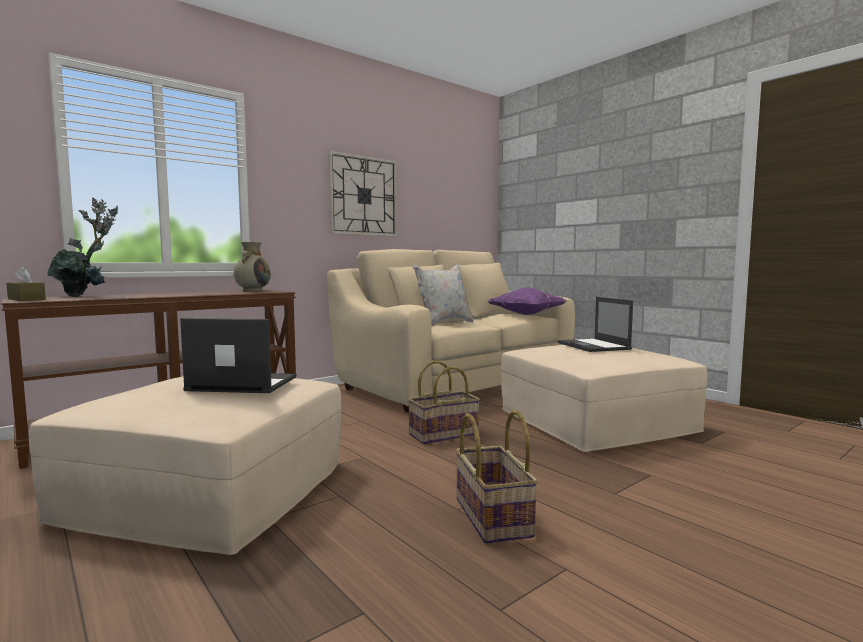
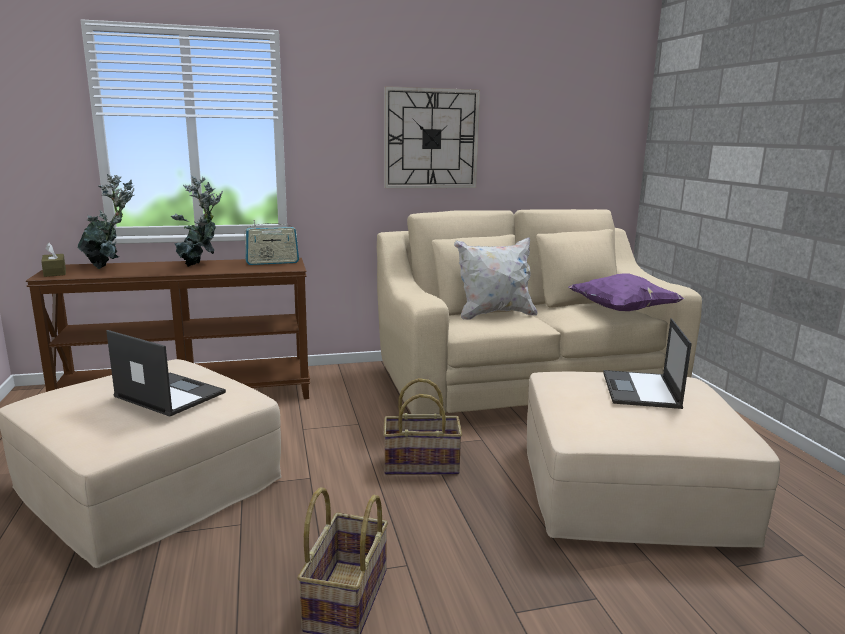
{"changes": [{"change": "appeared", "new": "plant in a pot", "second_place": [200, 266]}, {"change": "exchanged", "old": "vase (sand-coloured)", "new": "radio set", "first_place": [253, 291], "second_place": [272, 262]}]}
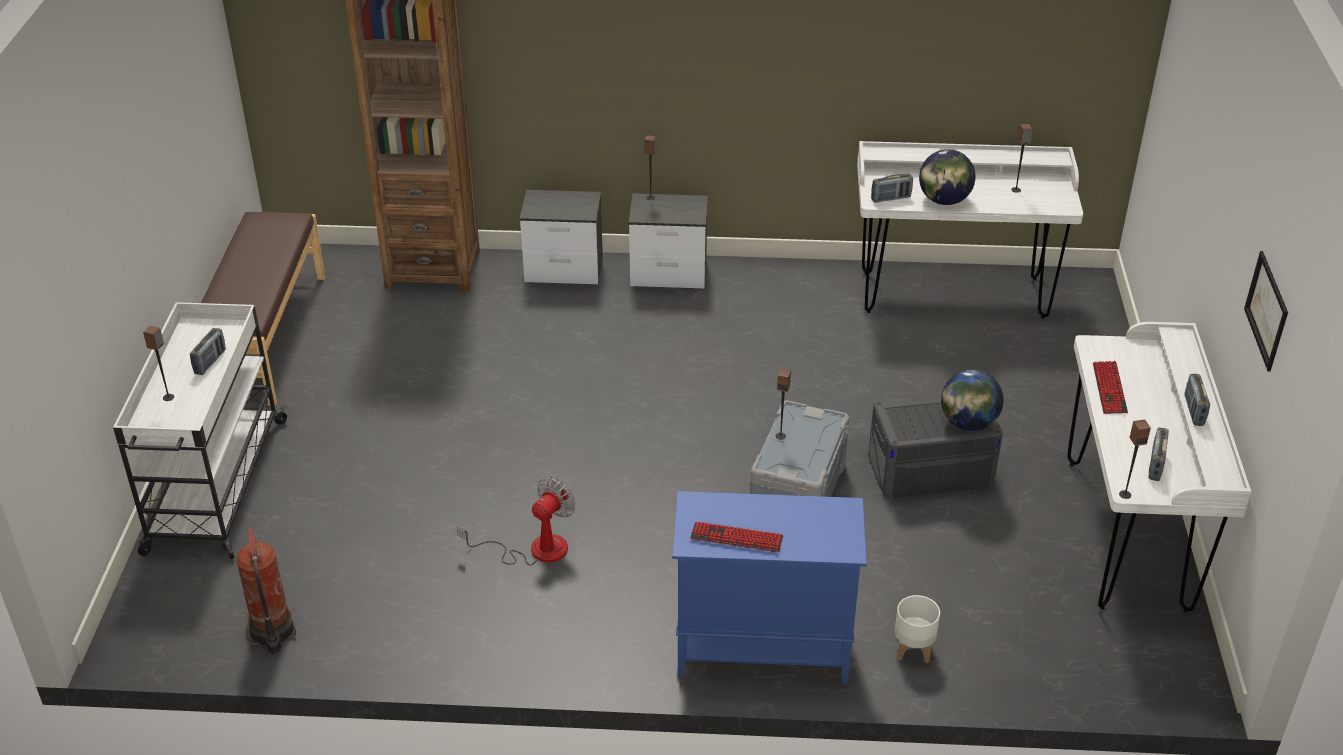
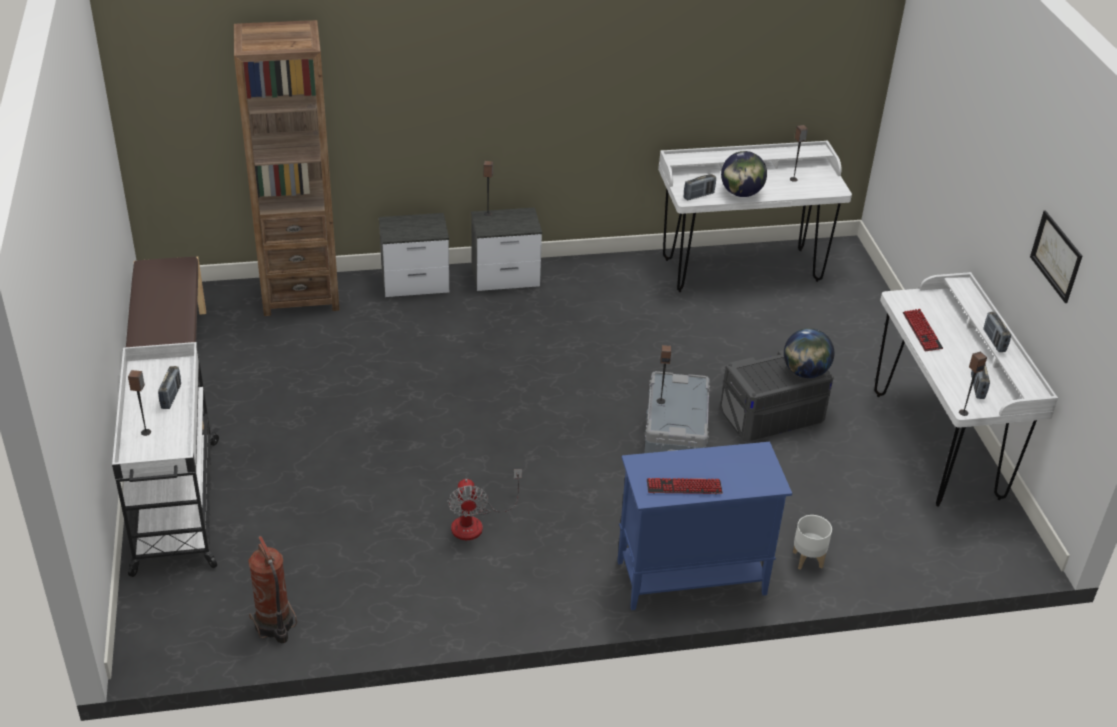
{"changes": [{"change": "spun", "old": "electric fan", "first_place": [534, 549], "second_place": [476, 522], "degrees": 150}]}
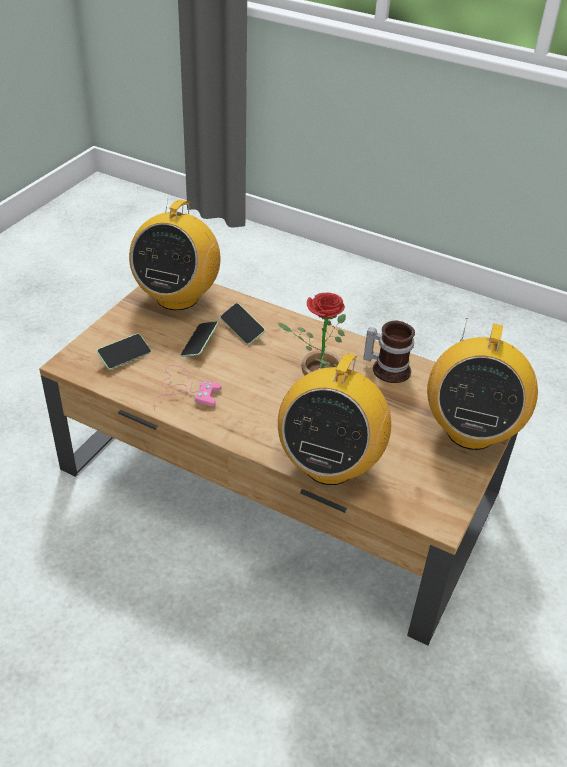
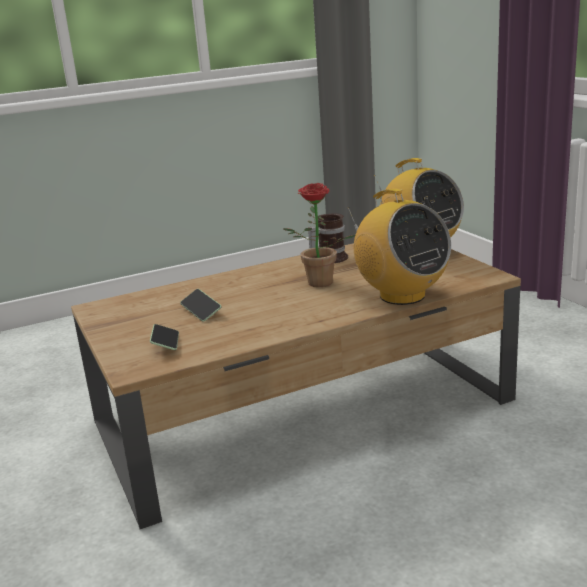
{"changes": [{"change": "missing", "old": "radio set", "first_place": [177, 297]}, {"change": "missing", "old": "game controller (pink-coloured)", "first_place": [185, 389]}, {"change": "missing", "old": "phone", "first_place": [242, 329]}]}
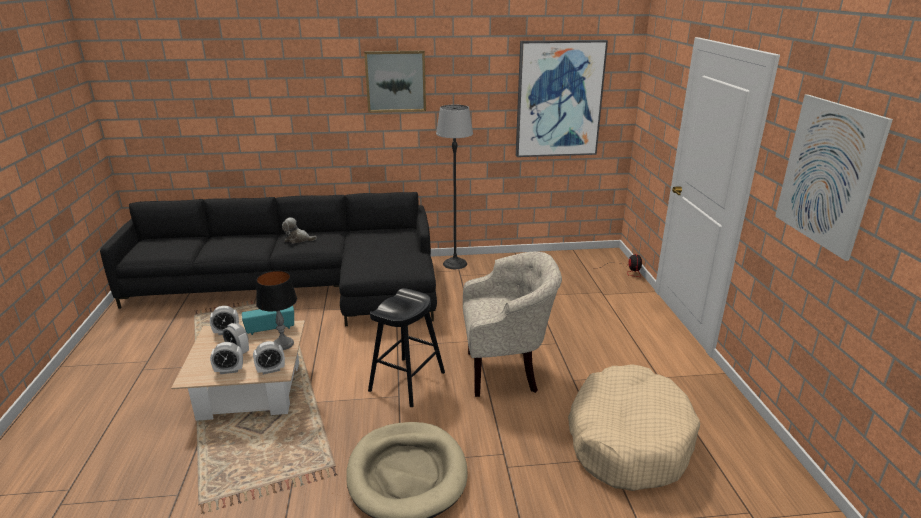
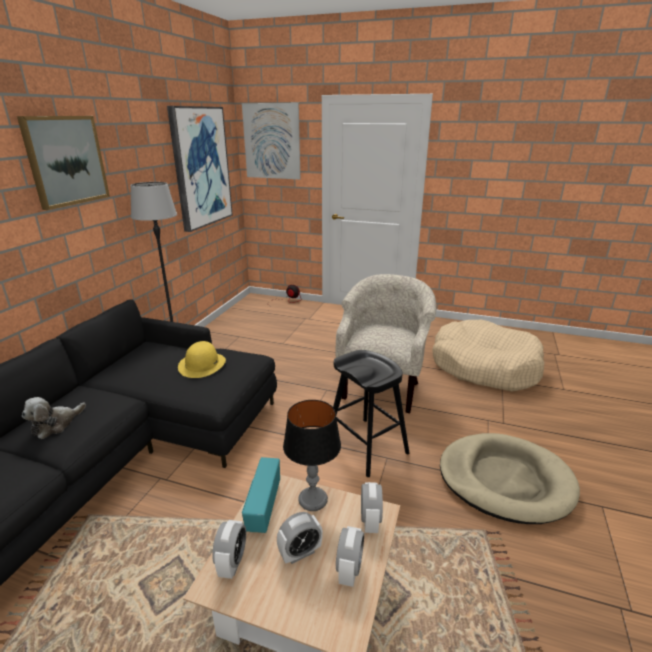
{"changes": [{"change": "appeared", "new": "clothing hat (yellow-coloured)", "second_place": [202, 364]}, {"change": "relocated", "old": "picture", "first_place": [827, 174], "second_place": [272, 141]}]}
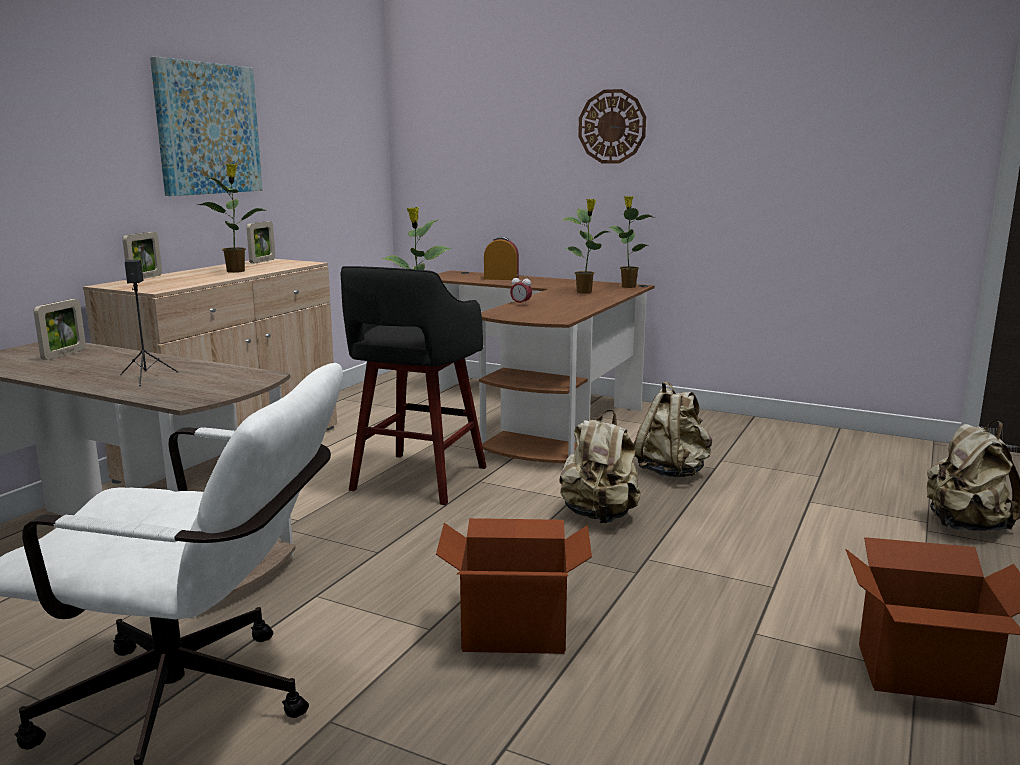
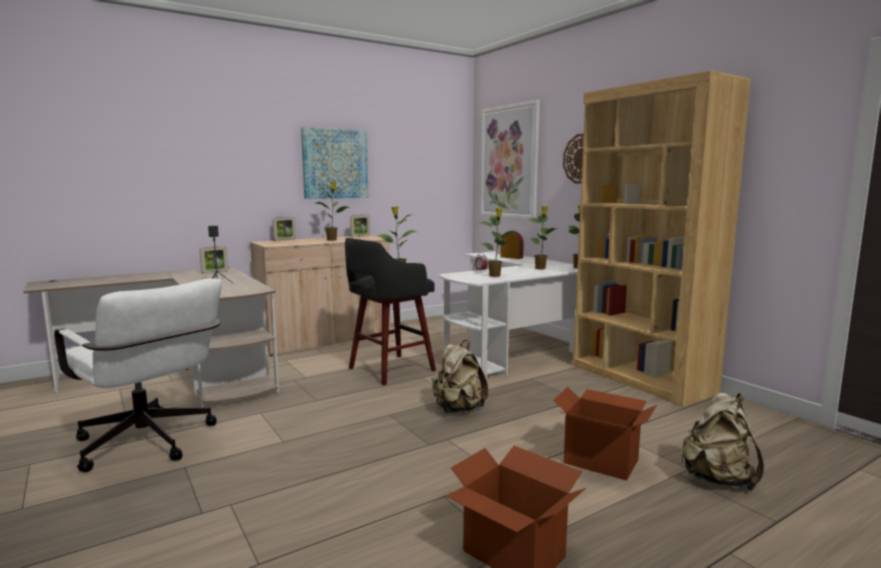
{"changes": [{"change": "missing", "old": "rucksack (sand-coloured)", "first_place": [672, 472]}, {"change": "appeared", "new": "plant in a pot", "second_place": [495, 276]}, {"change": "appeared", "new": "picture", "second_place": [509, 162]}, {"change": "appeared", "new": "bookshelf (brown-coloured)", "second_place": [641, 379]}, {"change": "relocated", "old": "carton", "first_place": [514, 631], "second_place": [601, 461]}, {"change": "colour", "old": "desk (brown-coloured)", "new": "desk (white-coloured)", "first_place": [541, 415], "second_place": [514, 348]}]}
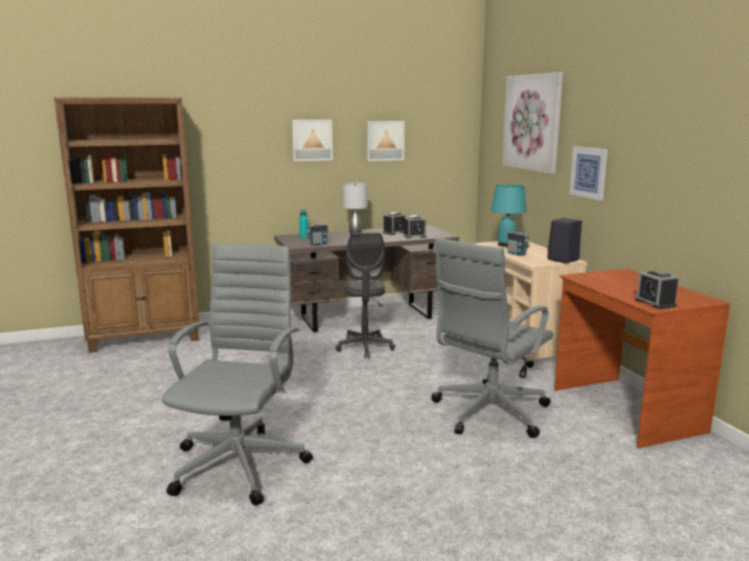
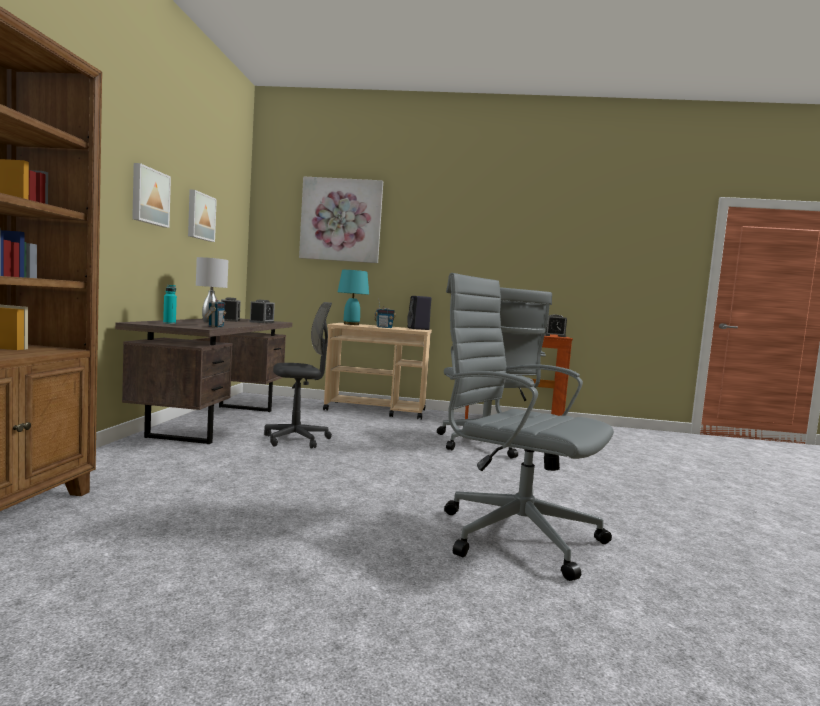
{"changes": [{"change": "missing", "old": "picture", "first_place": [589, 172]}, {"change": "spun", "old": "desk chair (greyish)", "first_place": [365, 347], "second_place": [296, 440], "degrees": -45}]}
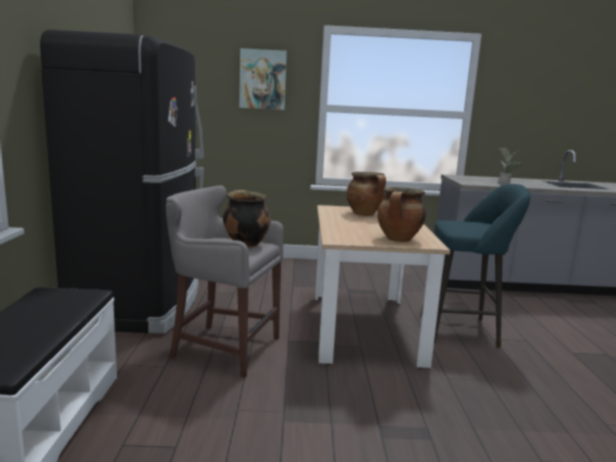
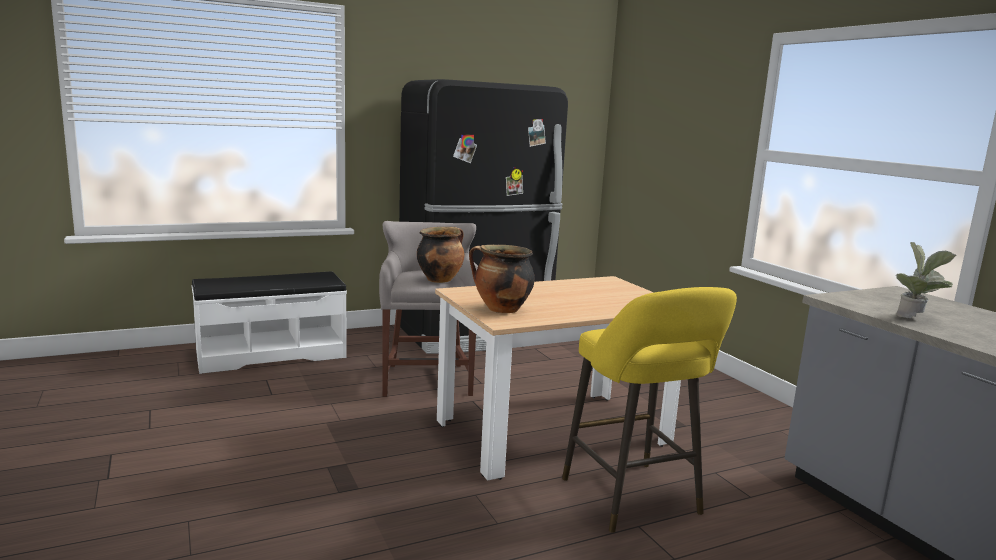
{"changes": [{"change": "missing", "old": "picture", "first_place": [262, 79]}, {"change": "missing", "old": "cooking pot", "first_place": [365, 214]}, {"change": "colour", "old": "stool (blue-green)", "new": "stool (yellow-coloured)", "first_place": [463, 331], "second_place": [634, 500]}]}
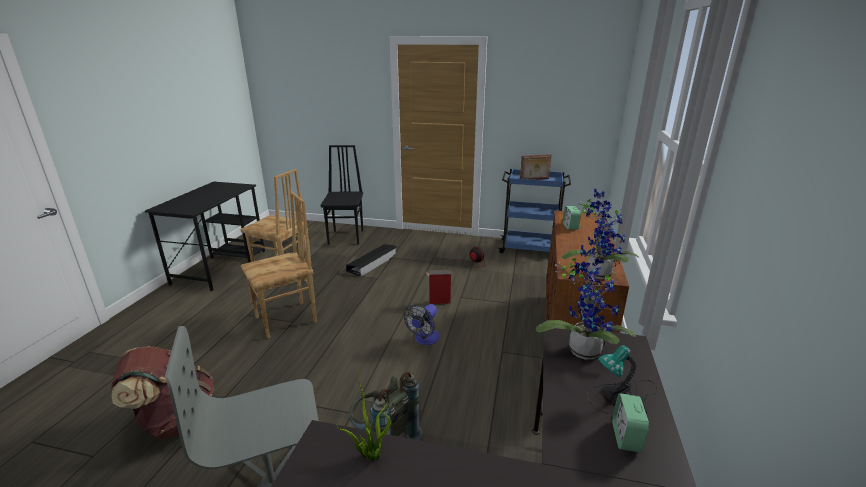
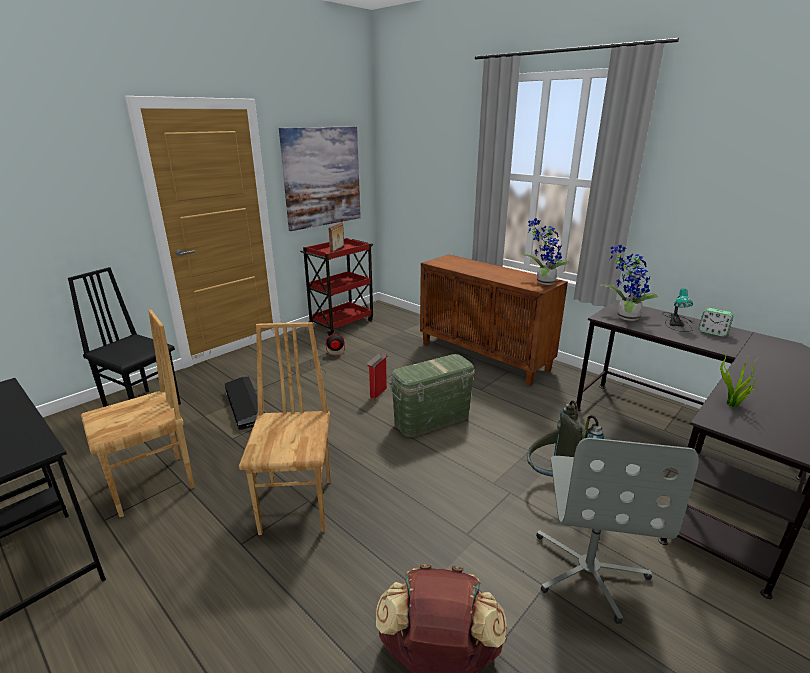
{"changes": [{"change": "missing", "old": "bedside clock", "first_place": [570, 227]}, {"change": "appeared", "new": "picture", "second_place": [322, 177]}, {"change": "exchanged", "old": "electric fan", "new": "storage container (greenish)", "first_place": [424, 340], "second_place": [432, 419]}, {"change": "colour", "old": "wheeled cart (blue-coloured)", "new": "wheeled cart (red-coloured)", "first_place": [529, 248], "second_place": [342, 323]}]}
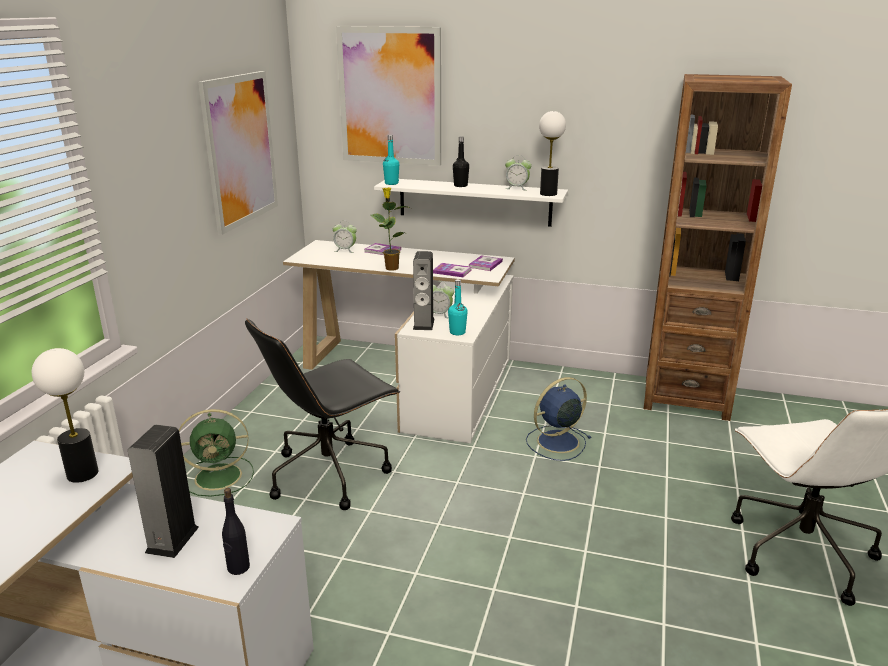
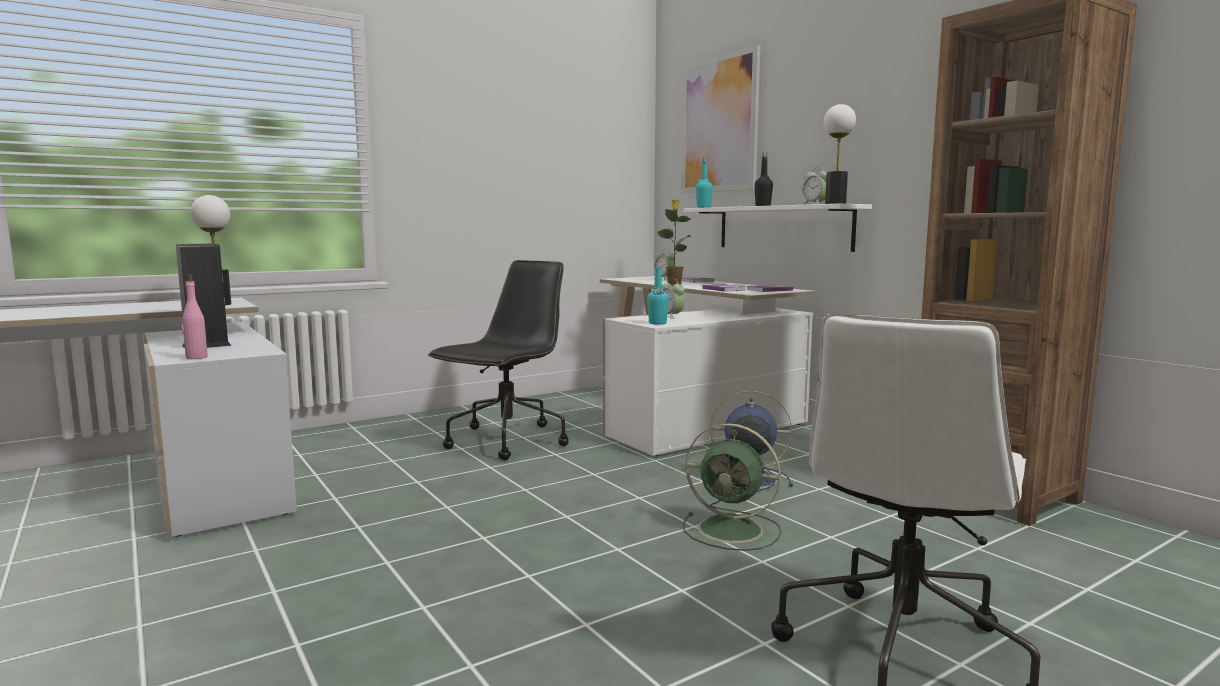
{"changes": [{"change": "missing", "old": "picture", "first_place": [240, 150]}, {"change": "missing", "old": "audio speaker", "first_place": [423, 324]}, {"change": "relocated", "old": "electric fan (greenish)", "first_place": [220, 476], "second_place": [733, 530]}, {"change": "colour", "old": "drink bottle (black-coloured)", "new": "drink bottle (pink-coloured)", "first_place": [238, 567], "second_place": [196, 357]}, {"change": "spun", "old": "desk chair (black-coloured)", "first_place": [330, 473], "second_place": [506, 442], "degrees": 120}]}
